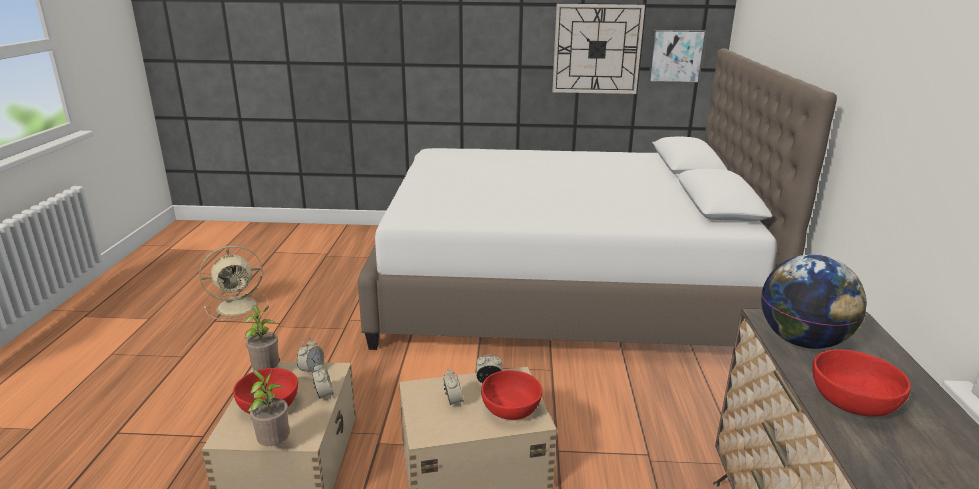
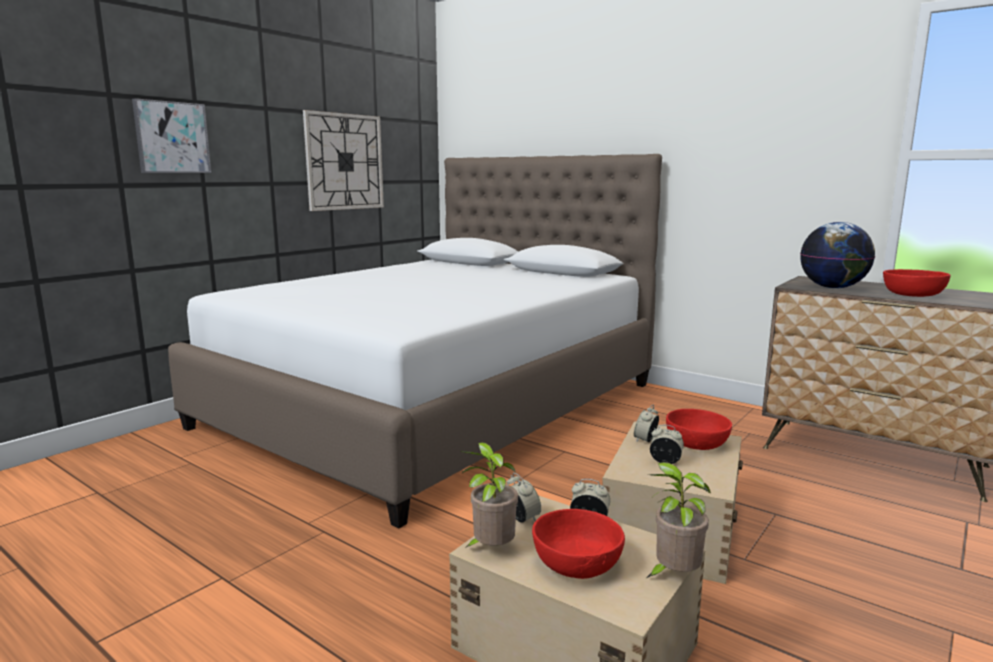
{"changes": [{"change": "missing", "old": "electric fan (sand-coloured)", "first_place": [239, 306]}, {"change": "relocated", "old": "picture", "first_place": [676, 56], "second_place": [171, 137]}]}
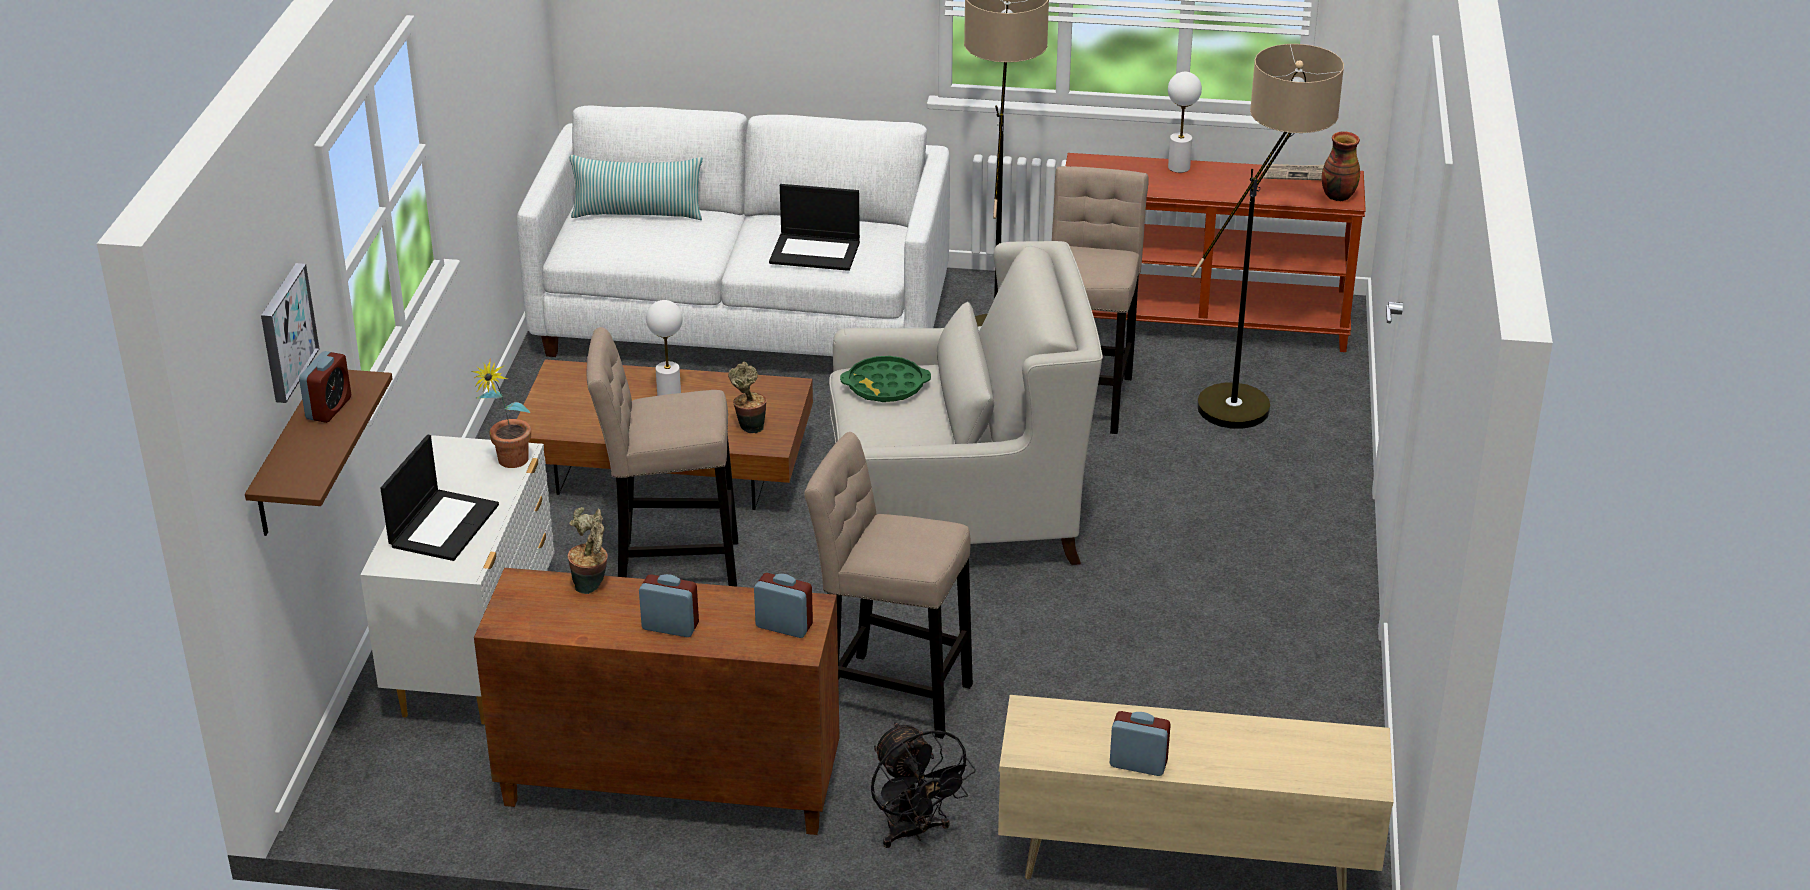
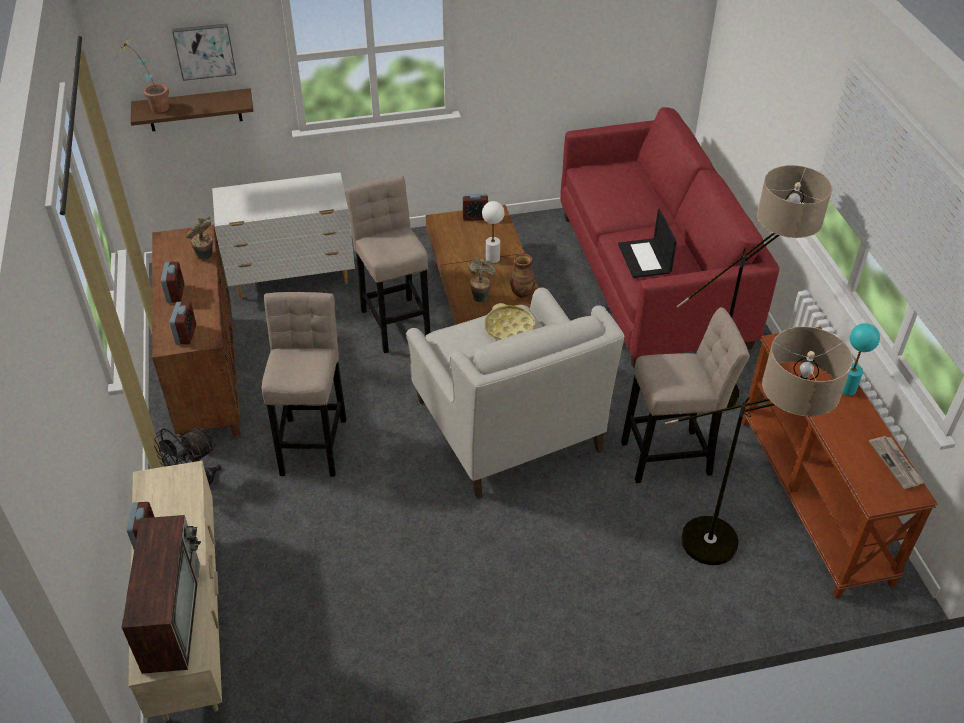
{"changes": [{"change": "missing", "old": "notebook computer", "first_place": [443, 525]}, {"change": "missing", "old": "pillow", "first_place": [638, 214]}, {"change": "appeared", "new": "television", "second_place": [171, 613]}, {"change": "relocated", "old": "bedside clock", "first_place": [329, 408], "second_place": [475, 217]}, {"change": "relocated", "old": "plant in a pot", "first_place": [508, 464], "second_place": [154, 108]}, {"change": "relocated", "old": "vase", "first_place": [1337, 196], "second_place": [521, 292]}, {"change": "colour", "old": "settee (white-coloured)", "new": "settee (red-coloured)", "first_place": [744, 321], "second_place": [652, 279]}, {"change": "colour", "old": "serving tray (greenish)", "new": "serving tray (yellow-coloured)", "first_place": [885, 386], "second_place": [509, 328]}, {"change": "colour", "old": "table lamp (white-coloured)", "new": "table lamp (blue-green)", "first_place": [1179, 167], "second_place": [847, 389]}]}
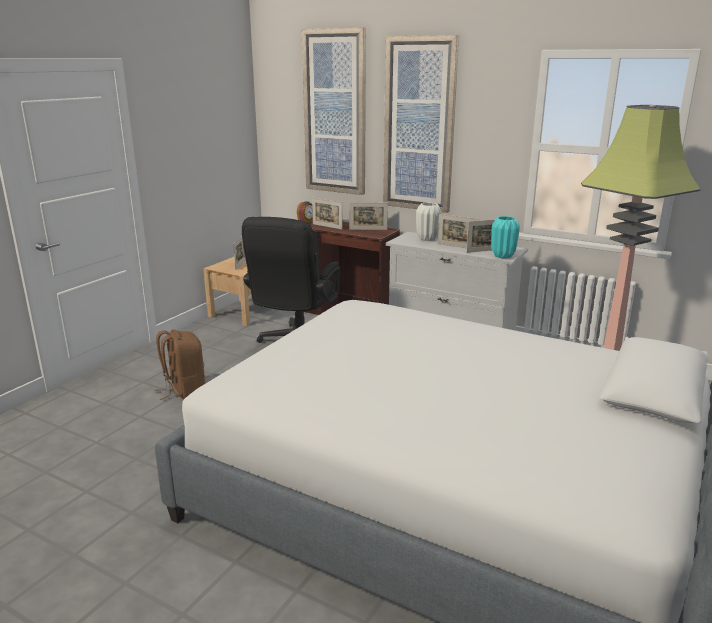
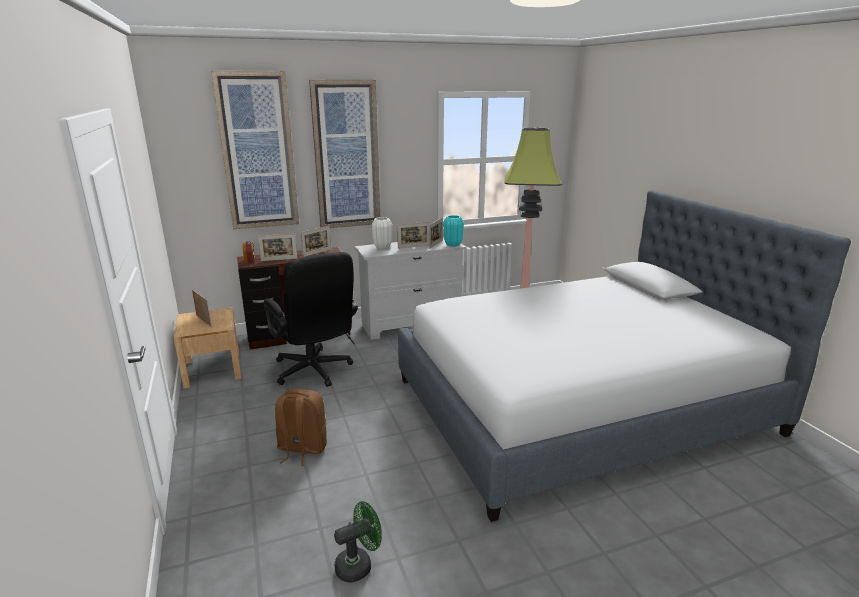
{"changes": [{"change": "appeared", "new": "electric fan (greenish)", "second_place": [359, 565]}]}
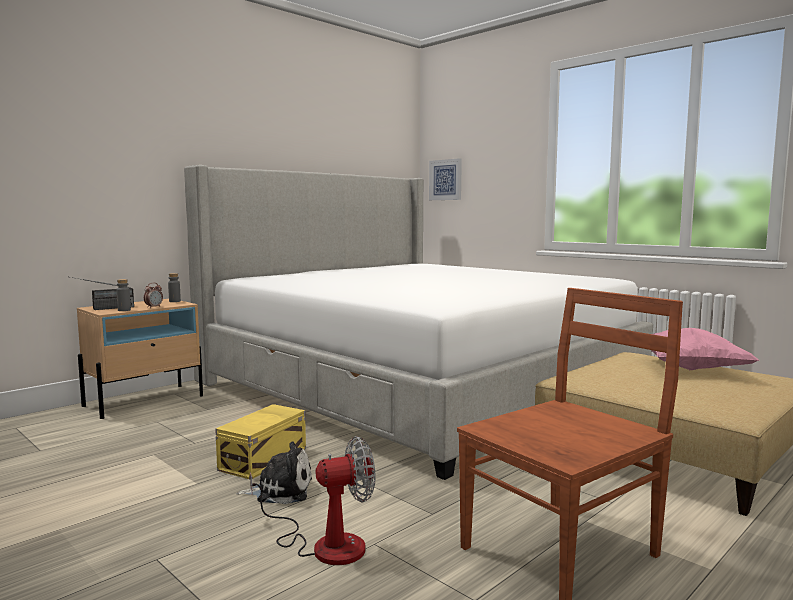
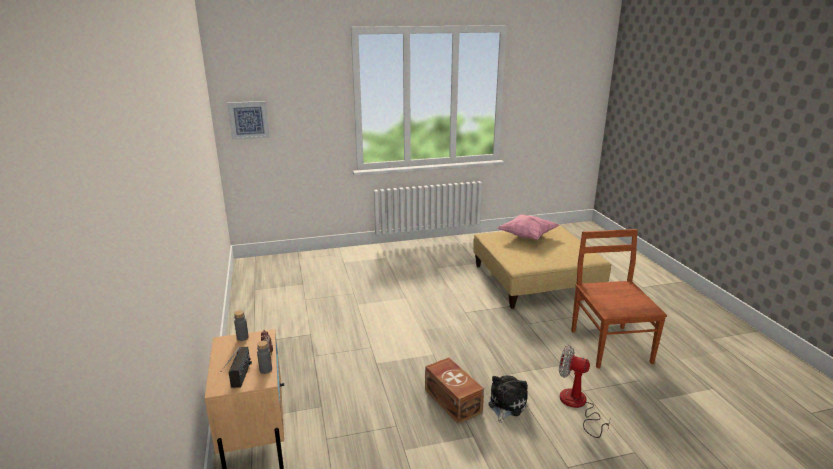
{"changes": [{"change": "missing", "old": "bed", "first_place": [419, 384]}, {"change": "colour", "old": "storage container (yellow-coloured)", "new": "storage container (brown-coloured)", "first_place": [265, 459], "second_place": [453, 400]}, {"change": "spun", "old": "electric fan", "first_place": [324, 544], "second_place": [577, 405], "degrees": -75}]}
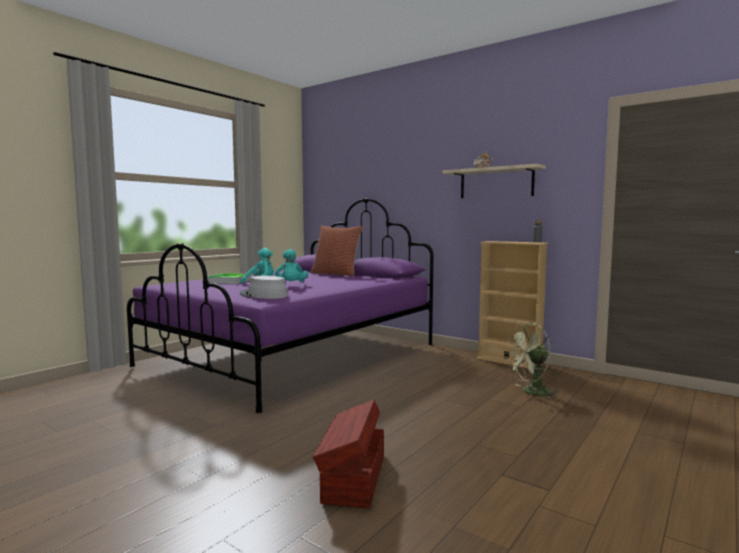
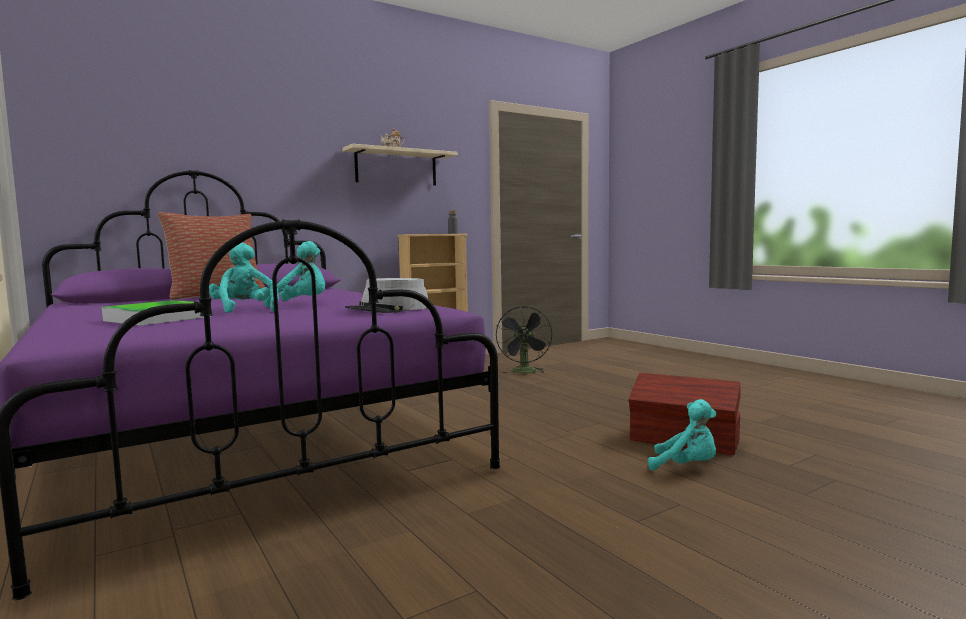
{"changes": [{"change": "appeared", "new": "soft toy (blue-green)", "second_place": [686, 467]}, {"change": "colour", "old": "electric fan (greenish)", "new": "electric fan (black-coloured)", "first_place": [531, 392], "second_place": [525, 372]}]}
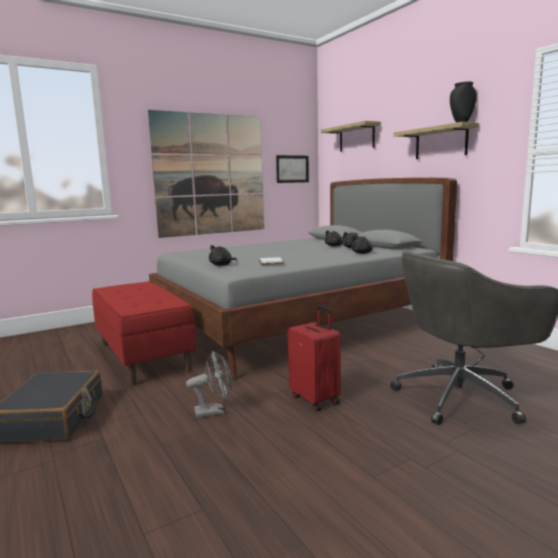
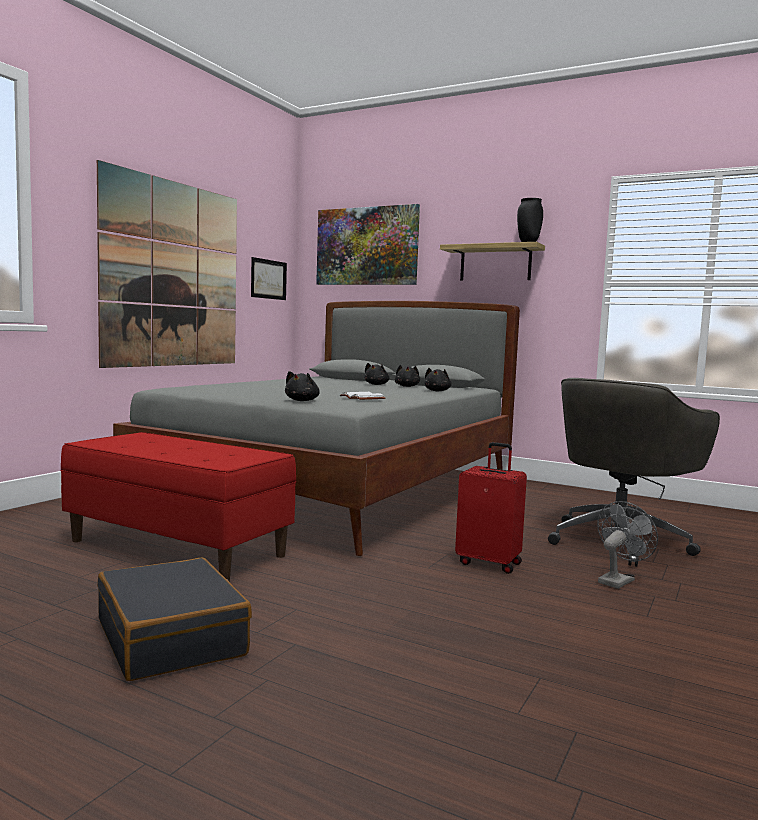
{"changes": [{"change": "relocated", "old": "electric fan (greyish)", "first_place": [214, 411], "second_place": [618, 580]}, {"change": "exchanged", "old": "shelf", "new": "picture", "first_place": [356, 138], "second_place": [367, 246]}]}
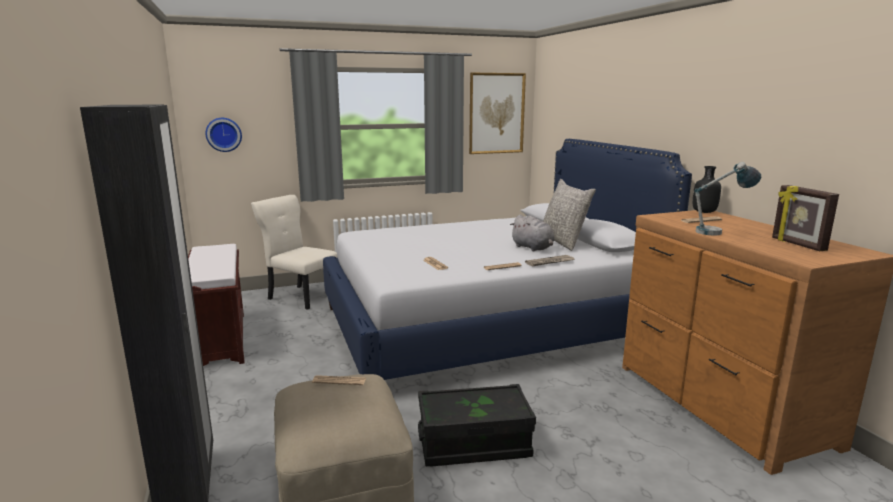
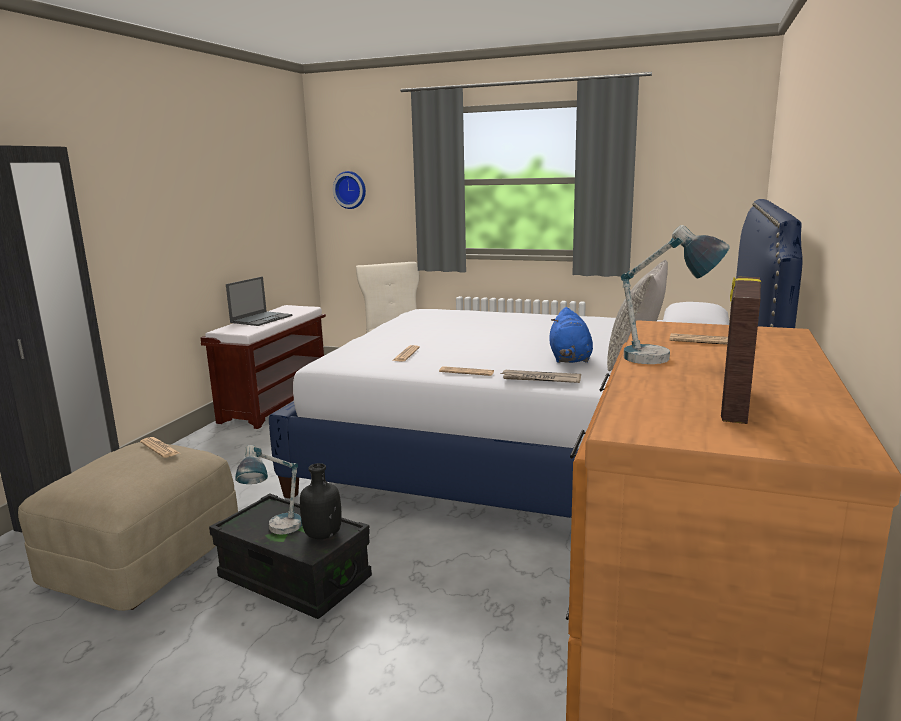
{"changes": [{"change": "missing", "old": "picture", "first_place": [496, 113]}, {"change": "appeared", "new": "notebook computer", "second_place": [262, 319]}, {"change": "appeared", "new": "table lamp", "second_place": [276, 533]}, {"change": "relocated", "old": "drink bottle (black-coloured)", "first_place": [703, 212], "second_place": [322, 534]}, {"change": "colour", "old": "soft toy (greyish)", "new": "soft toy (blue-coloured)", "first_place": [533, 248], "second_place": [569, 359]}]}
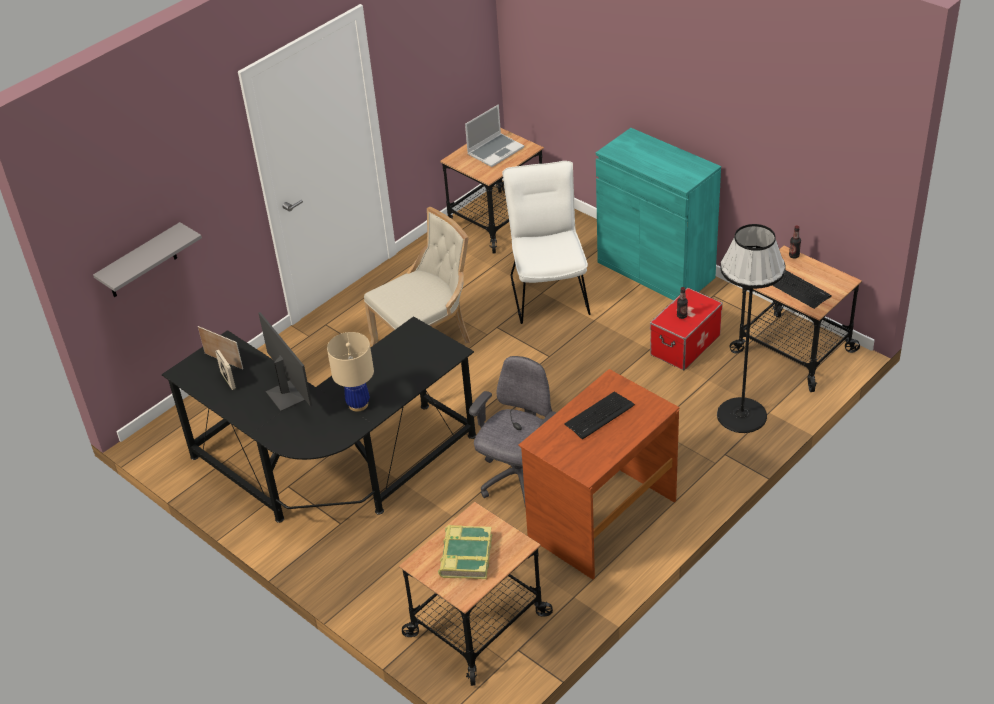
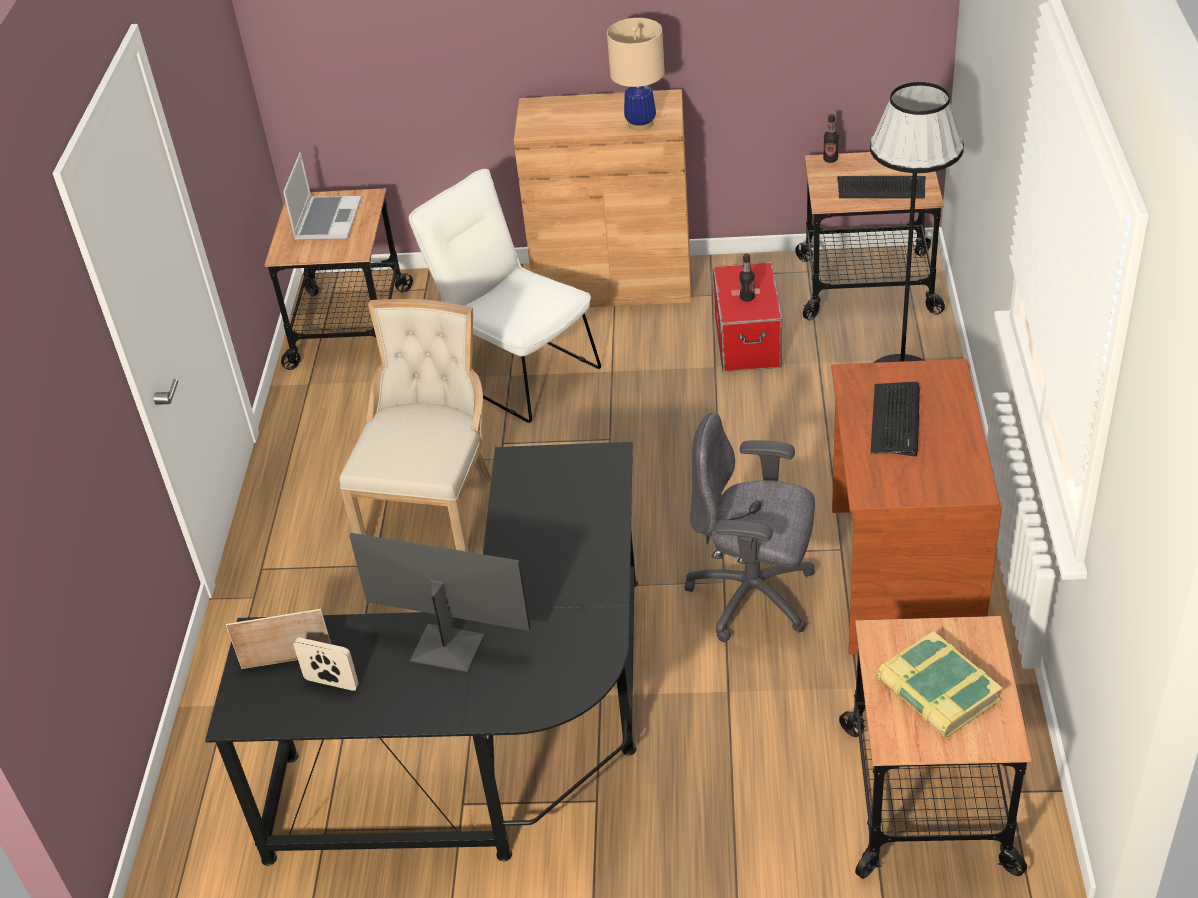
{"changes": [{"change": "missing", "old": "shelf (greyish)", "first_place": [141, 262]}, {"change": "relocated", "old": "table lamp (sand-coloured)", "first_place": [358, 404], "second_place": [641, 123]}, {"change": "colour", "old": "storage cabinet (blue-green)", "new": "storage cabinet (brown-coloured)", "first_place": [655, 270], "second_place": [613, 283]}, {"change": "spun", "old": "desk chair (greyish)", "first_place": [519, 480], "second_place": [754, 596], "degrees": -60}]}
